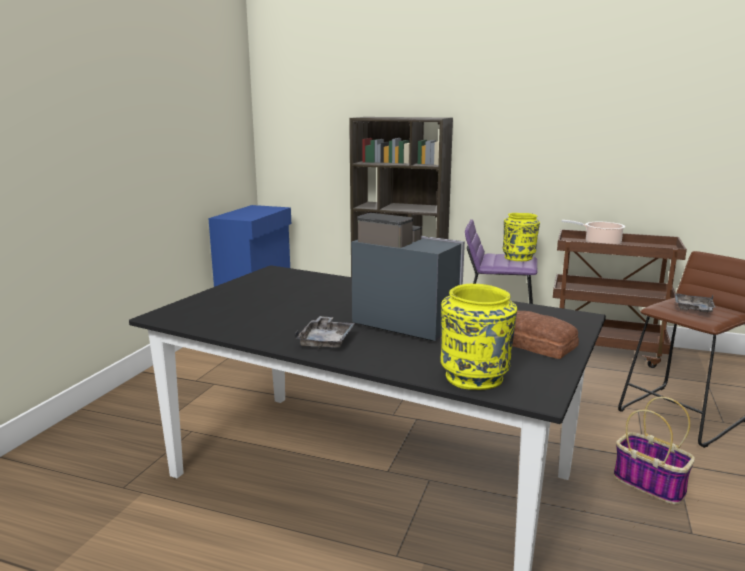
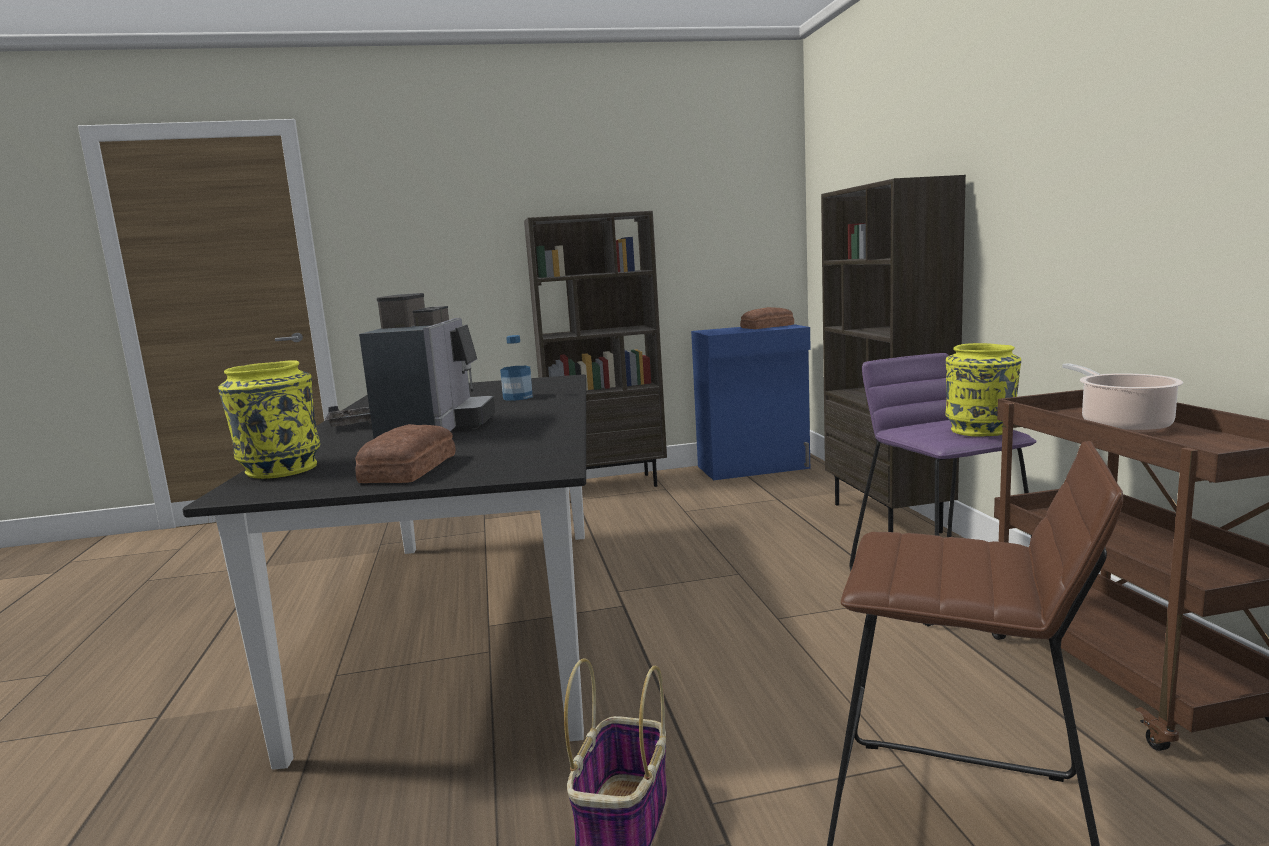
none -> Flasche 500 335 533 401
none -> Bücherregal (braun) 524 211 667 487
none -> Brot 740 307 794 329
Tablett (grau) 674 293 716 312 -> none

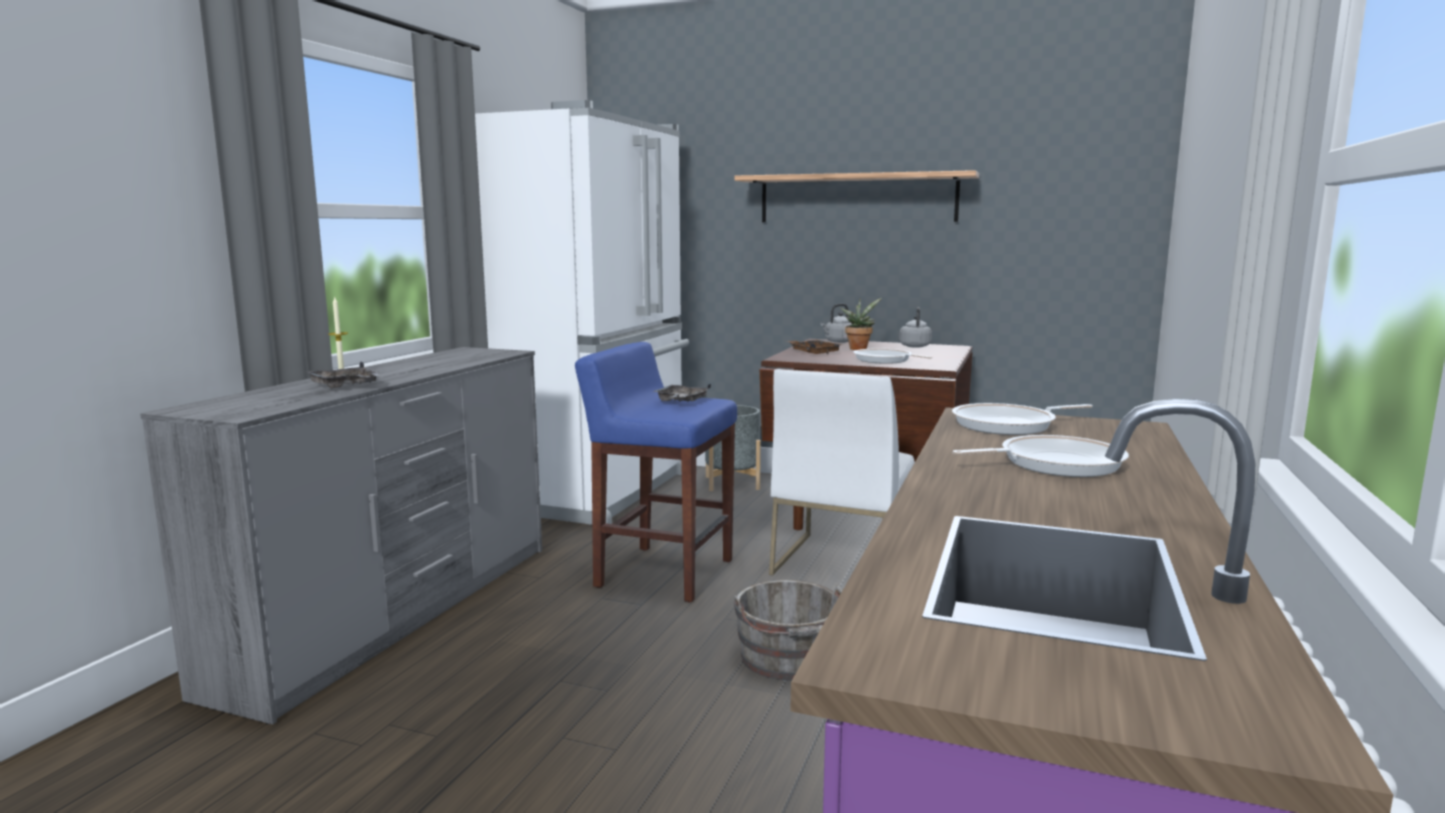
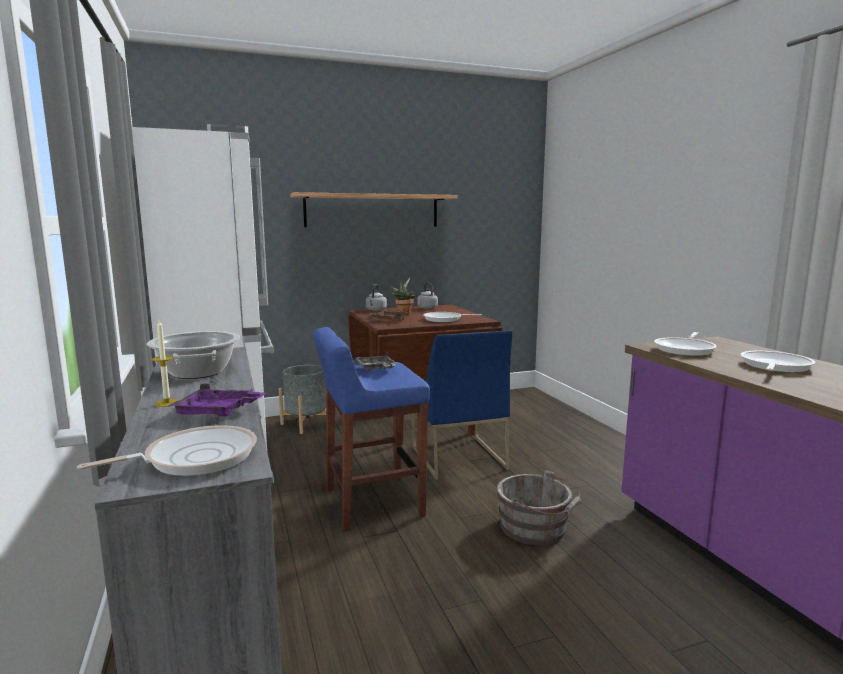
none -> Pfanne 77 425 257 476
none -> Kochtopf 147 331 240 379
Tablett (grau) 307 362 380 388 -> Tablett (lila) 168 383 266 417
Stuhl (weiß) 769 369 915 575 -> Stuhl (blau) 412 330 512 480

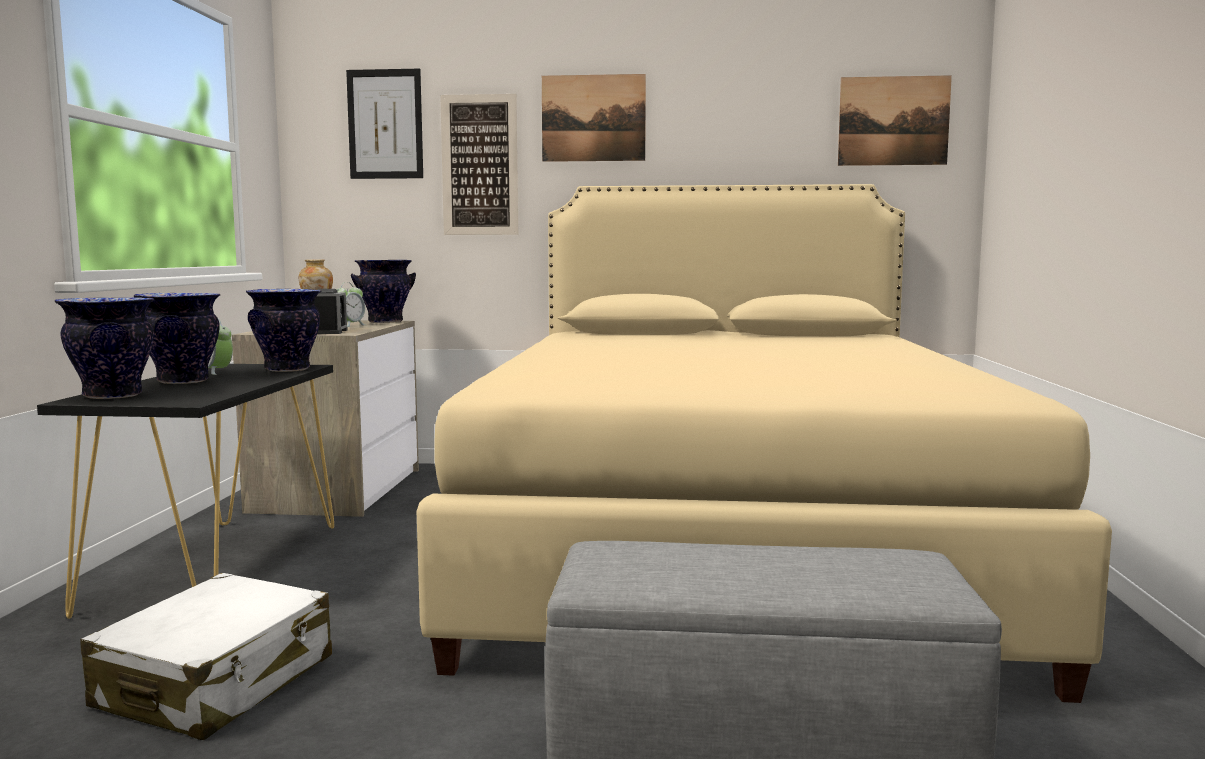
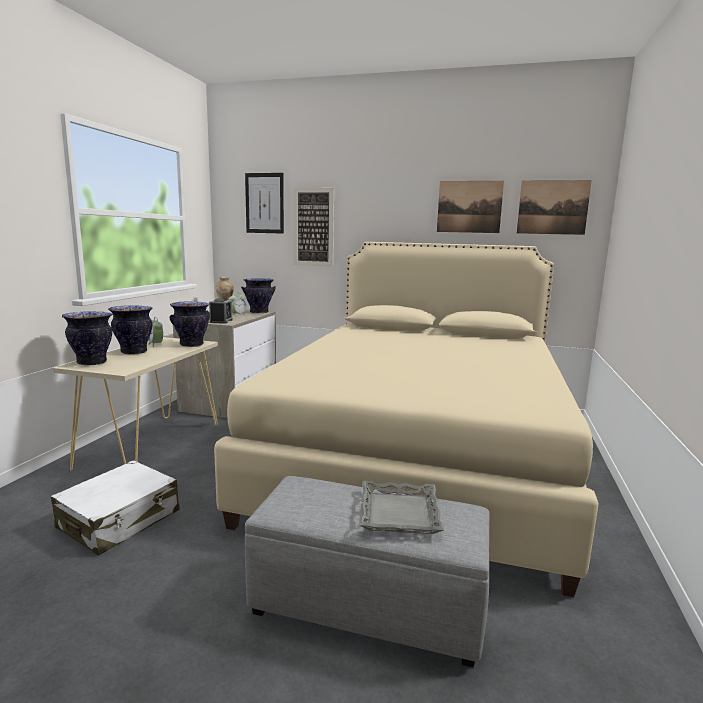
Konsolentisch (schwarz) 37 364 334 619 -> Konsolentisch (beige) 53 337 218 471
none -> Tablett (grau) 359 481 444 534
Bild 542 74 646 162 -> Bild 437 181 504 233, relocated

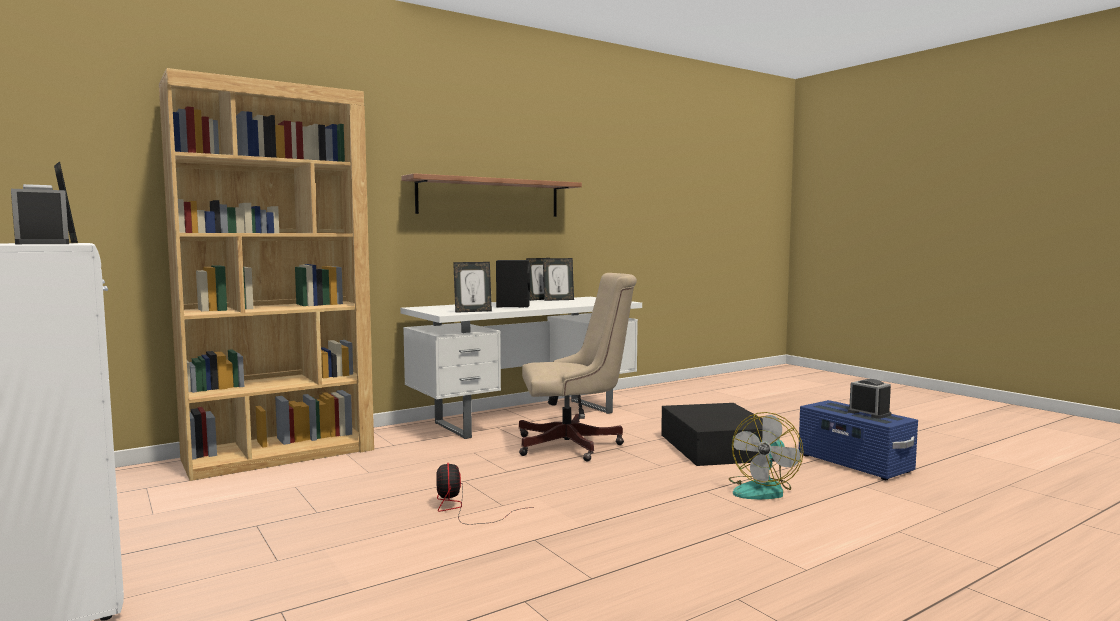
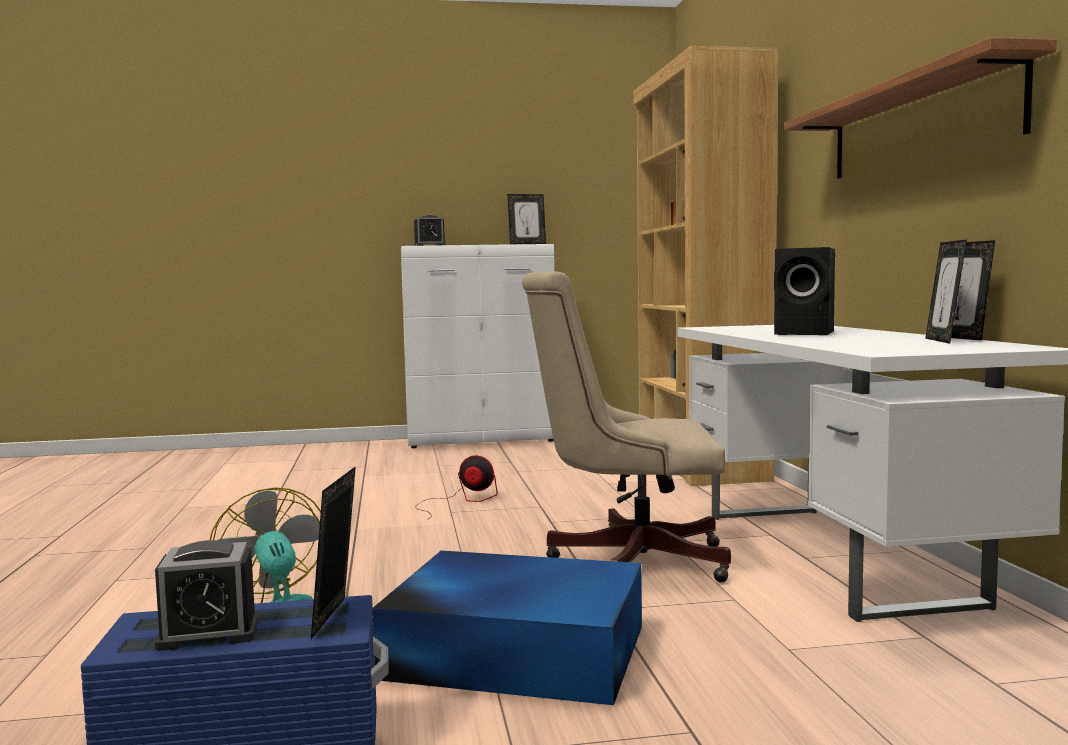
Bilderrahmen 453 262 492 313 -> Bilderrahmen 311 466 356 639, relocated
Aufbewahrungsbox (schwarz) 661 403 774 466 -> Aufbewahrungsbox (blau) 373 551 642 705
Bürostuhl (beige) 519 273 637 462 -> Bürostuhl (beige) 522 271 731 583, 75 degrees clockwise

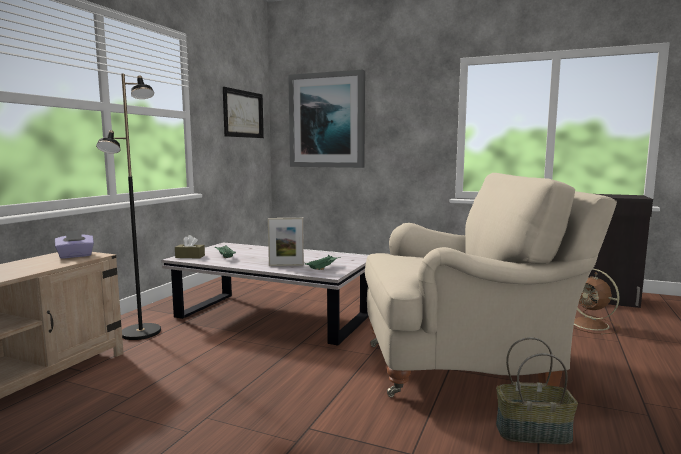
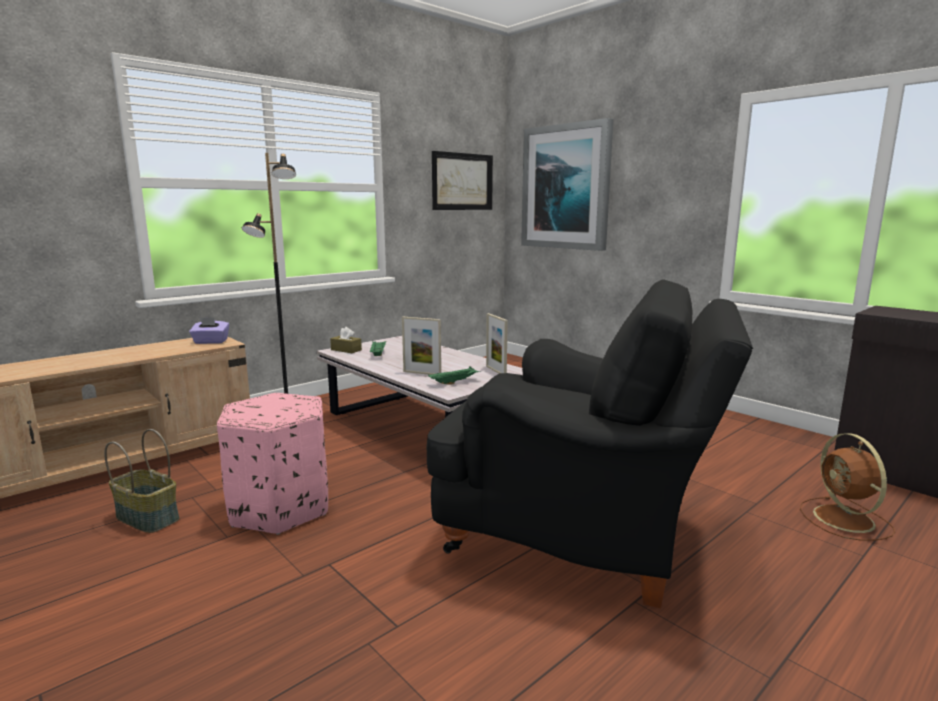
Korb 496 337 578 444 -> Korb 104 429 179 533, relocated
none -> Polsterhocker (rosa) 217 393 328 535
Sessel (beige) 365 173 617 397 -> Sessel (schwarz) 427 279 753 608
none -> Bilderrahmen 486 313 508 374

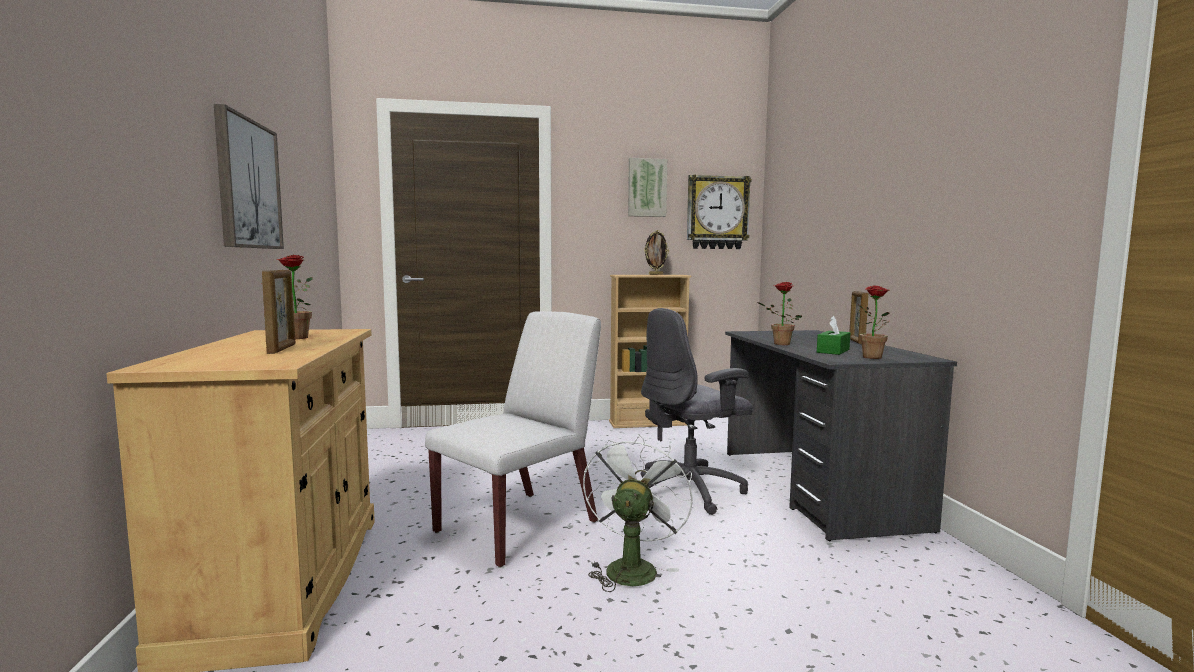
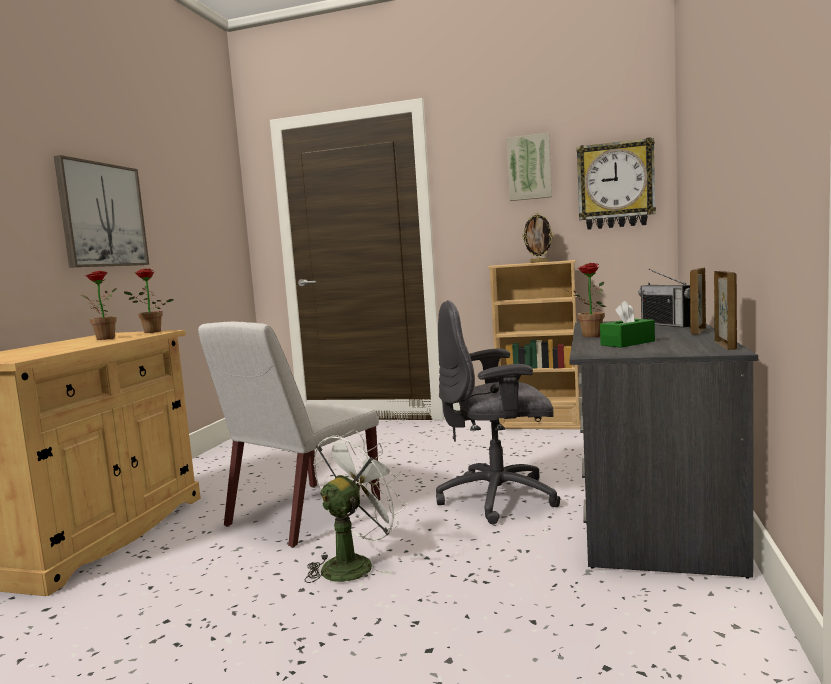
Topfpflanze 858 285 889 359 -> Topfpflanze 124 268 174 333, relocated
Stuhl (weiß) 425 311 601 568 -> Stuhl (weiß) 198 322 380 548, 150 degrees clockwise
none -> Radio 639 269 690 327
Bilderrahmen 262 270 295 354 -> Bilderrahmen 714 271 737 350, relocated

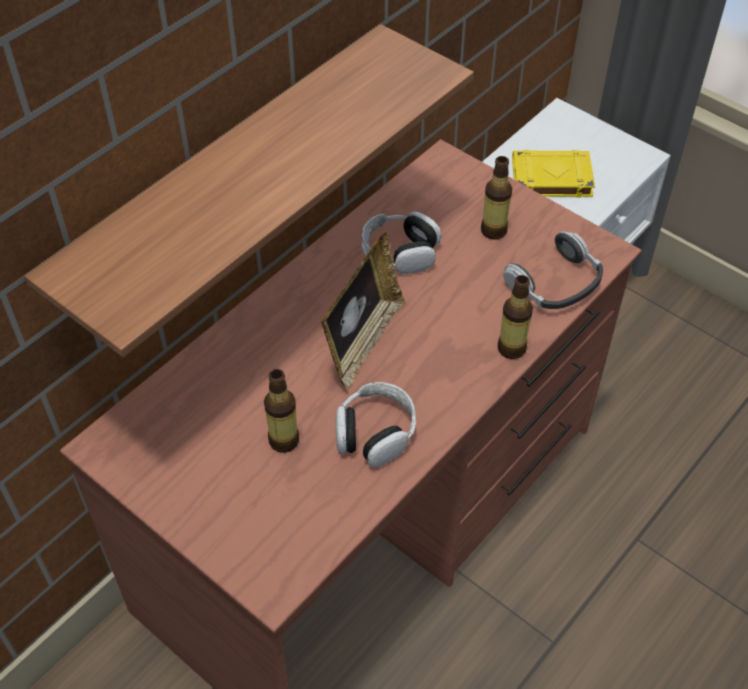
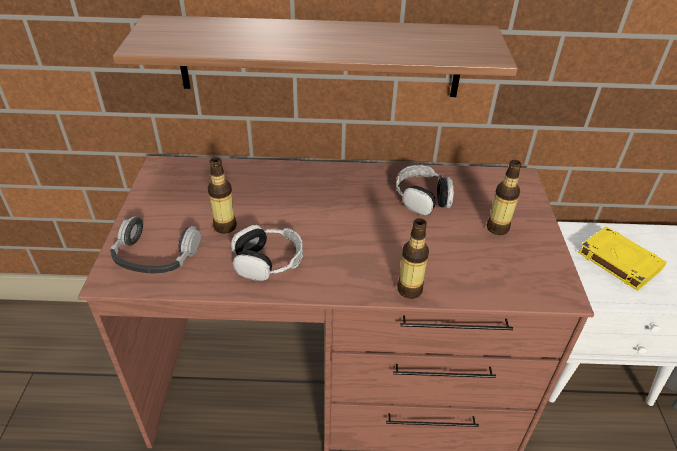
Kopfhörer 503 231 603 309 -> Kopfhörer 110 217 201 273, relocated
Bilderrahmen 321 232 406 391 -> none

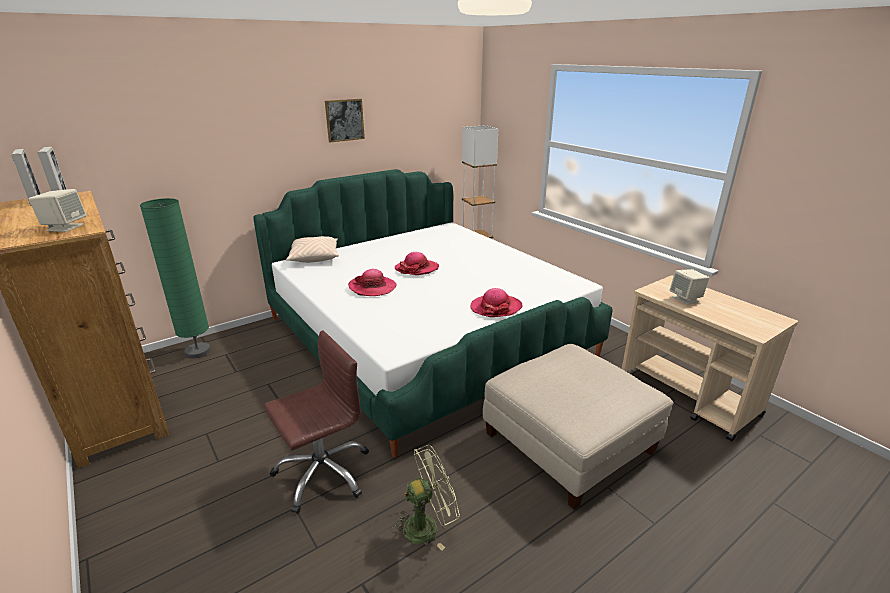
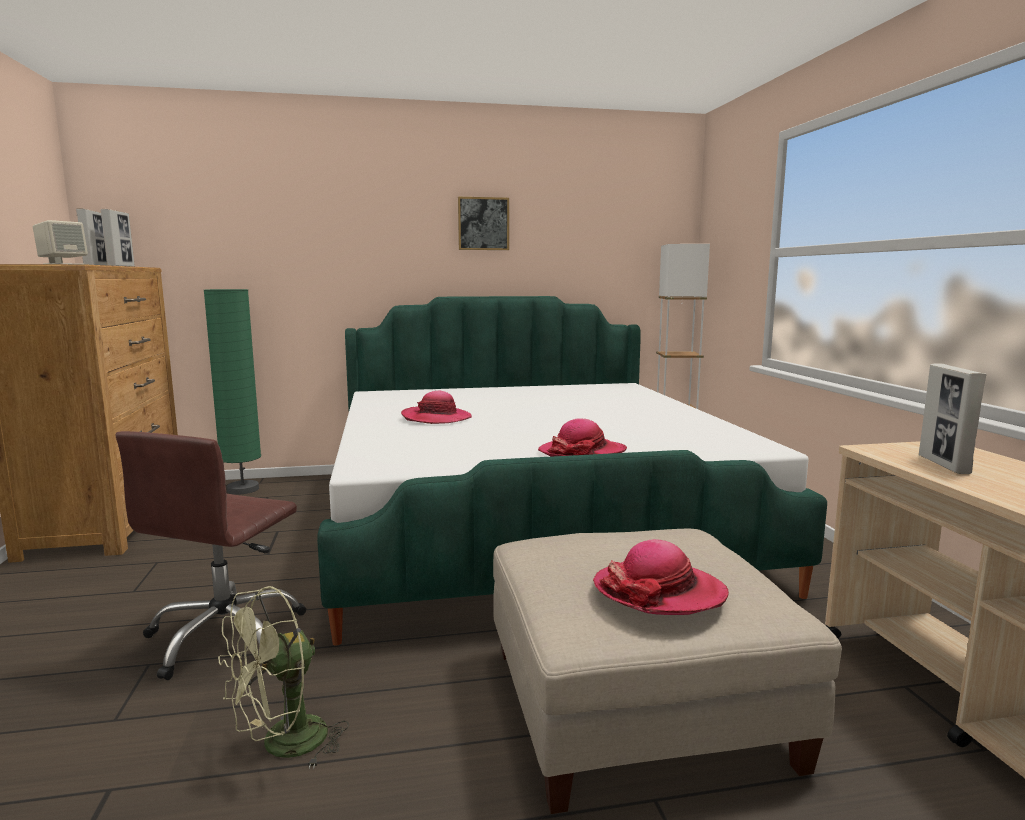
Bürostuhl (braun) 264 330 369 514 -> Bürostuhl (braun) 116 431 306 680, 120 degrees clockwise
Ventilator (grün) 391 445 460 550 -> Ventilator (grün) 218 586 349 770, 135 degrees clockwise
Hut 395 252 439 275 -> Hut 593 539 729 615, relocated
Lautsprecher (beige) 670 269 709 305 -> Bilderrahmen 919 363 986 474
Kissen (beige) 286 236 339 263 -> none

